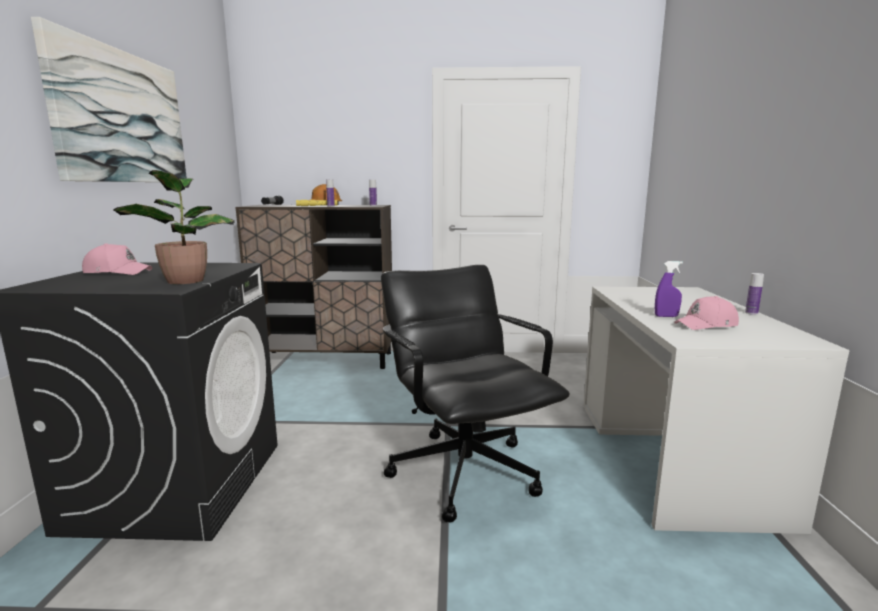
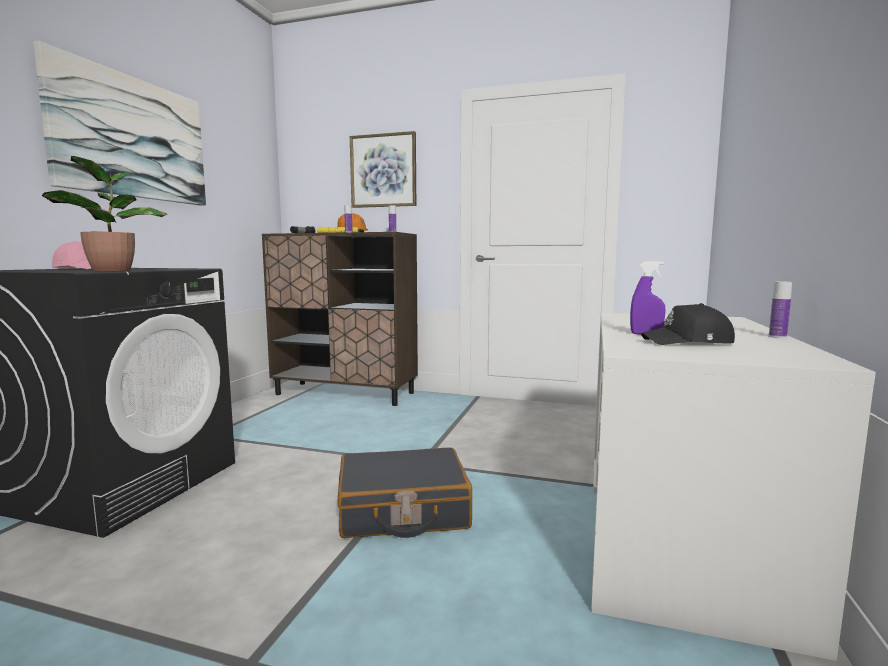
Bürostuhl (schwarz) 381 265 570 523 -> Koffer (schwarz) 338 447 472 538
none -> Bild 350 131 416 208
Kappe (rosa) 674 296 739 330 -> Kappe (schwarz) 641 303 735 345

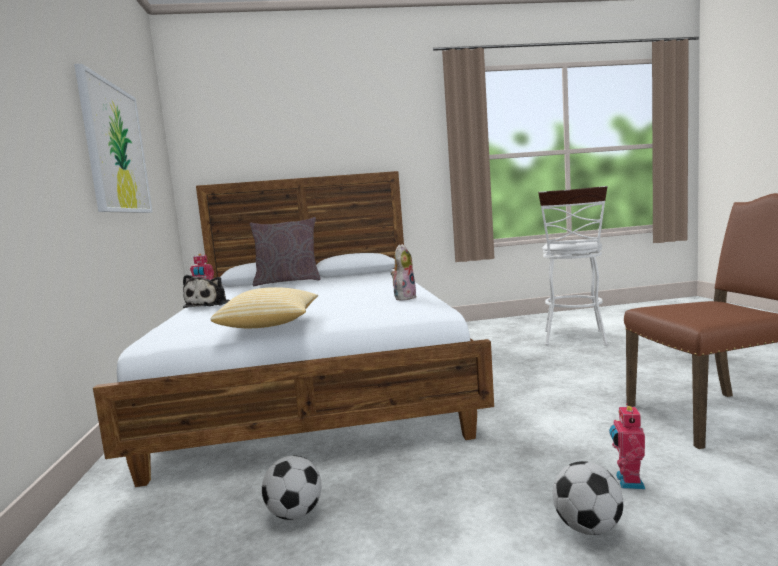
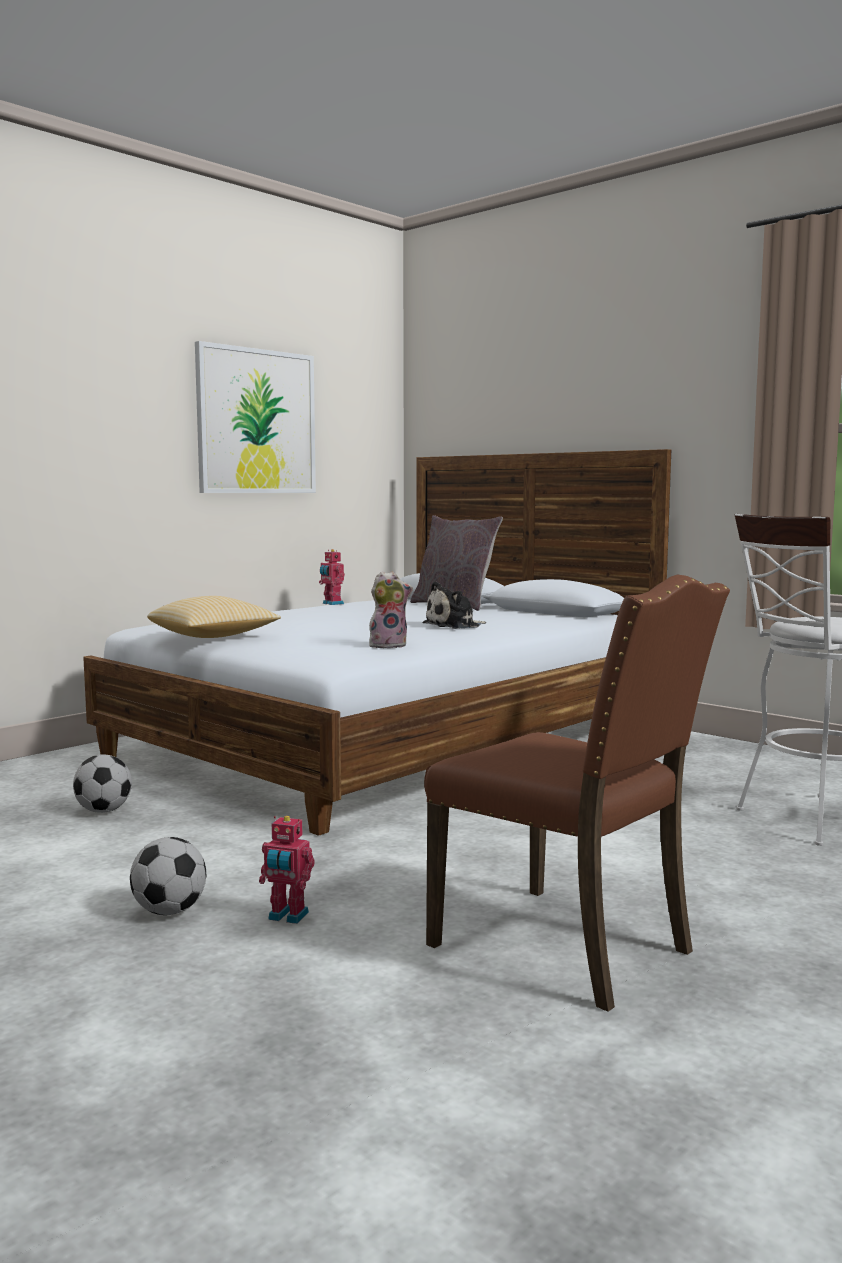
Spielzeugroboter 609 404 645 489 -> Spielzeugroboter 259 816 315 924, 135 degrees counterclockwise
Plüschtier 183 275 230 308 -> Plüschtier 423 581 486 629, relocated

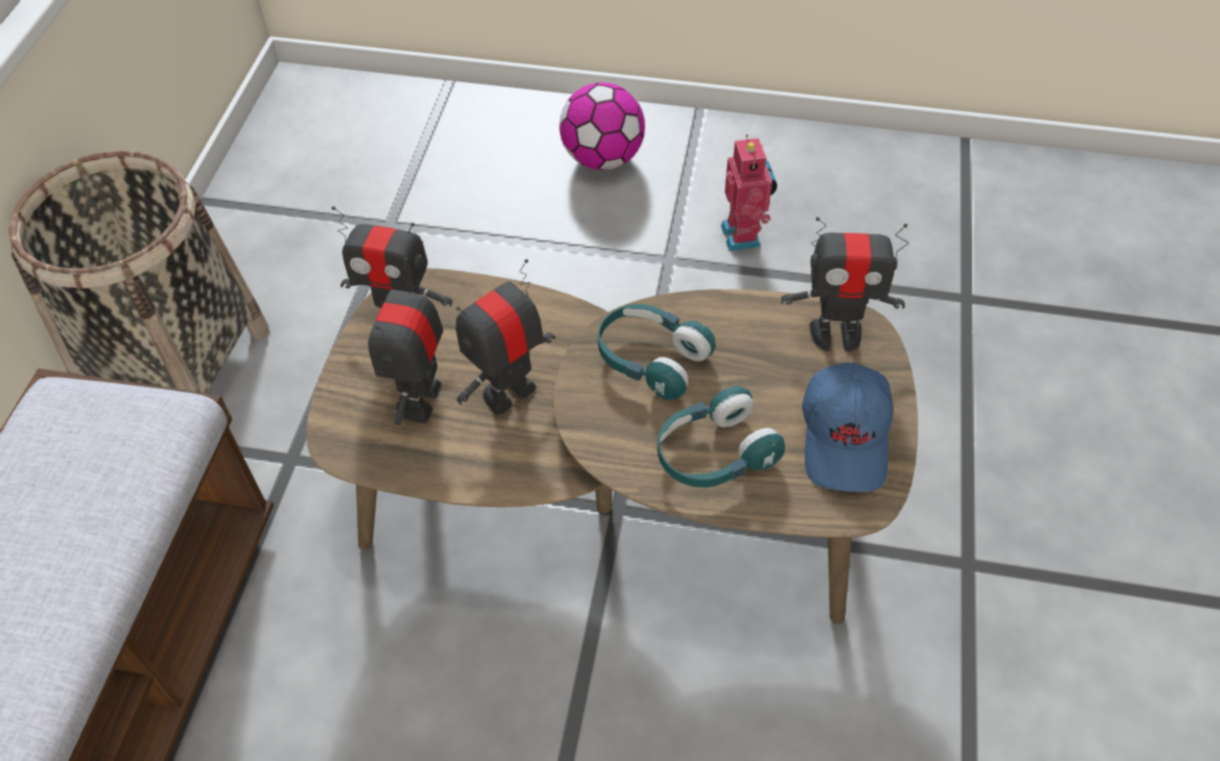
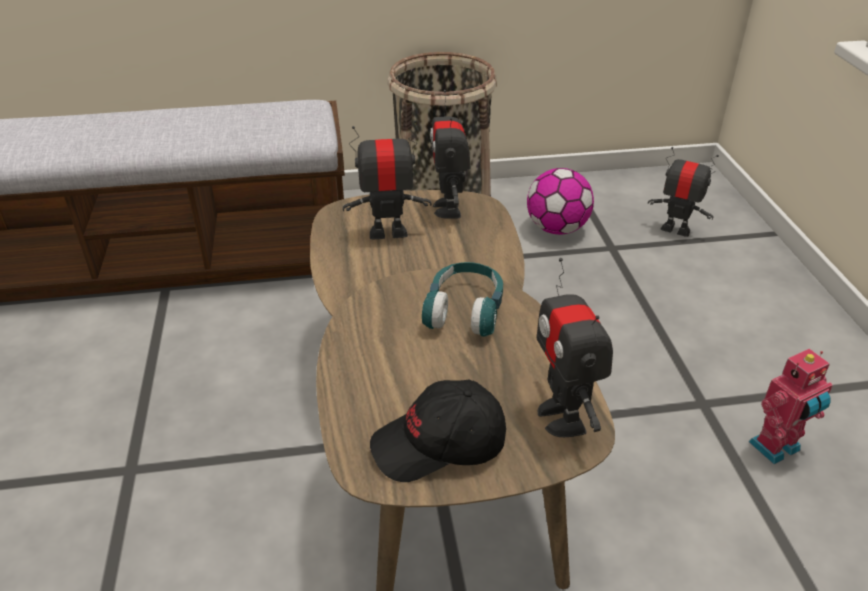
Kappe (blau) 802 362 893 492 -> Kappe (schwarz) 370 379 506 482
Fußball 559 82 645 170 -> Fußball 527 168 594 235, relocated
Spielzeugroboter 455 259 555 415 -> Spielzeugroboter 648 147 719 237, relocated
Kopfhörer (türkis) 657 386 785 487 -> none

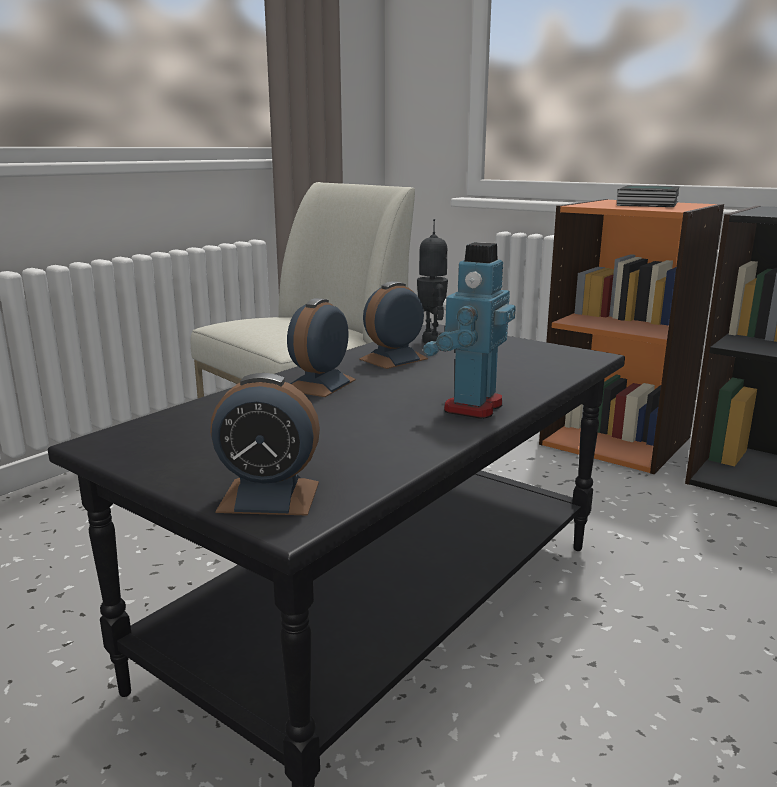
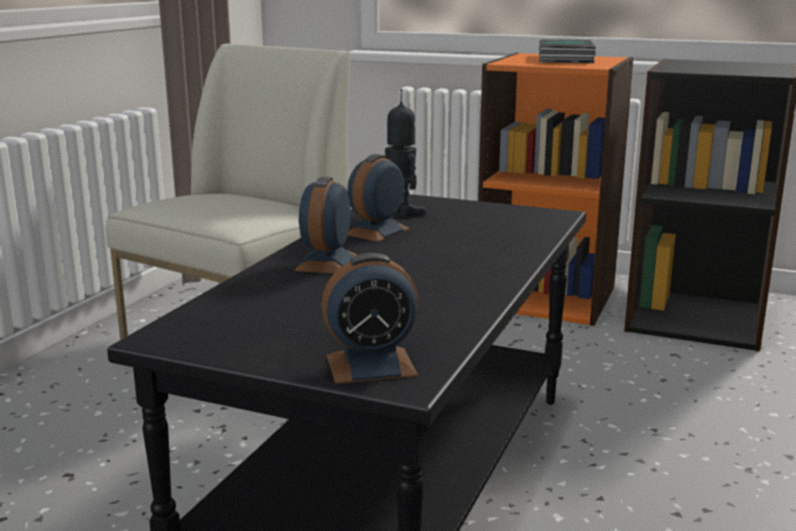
Spielzeugroboter 423 242 516 419 -> none

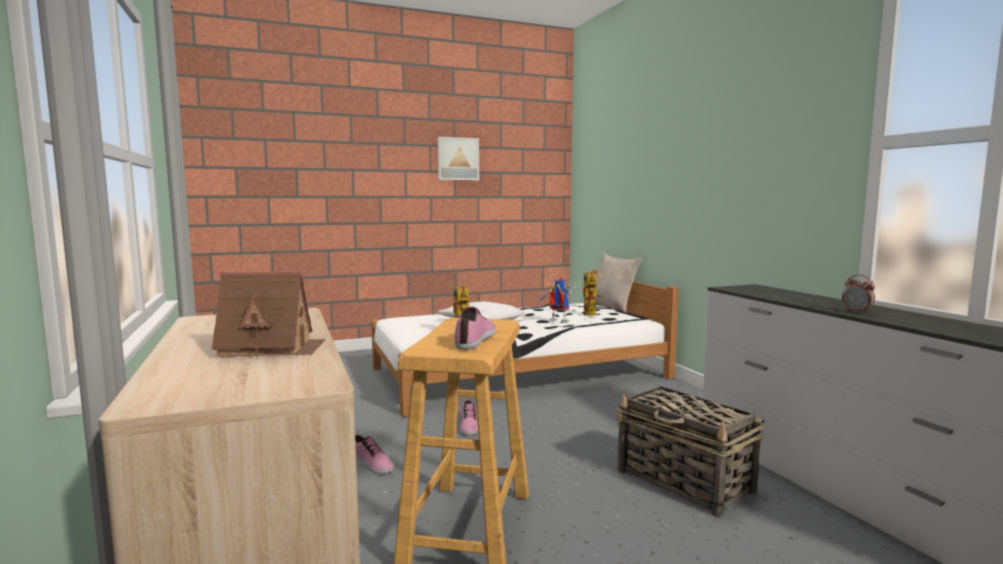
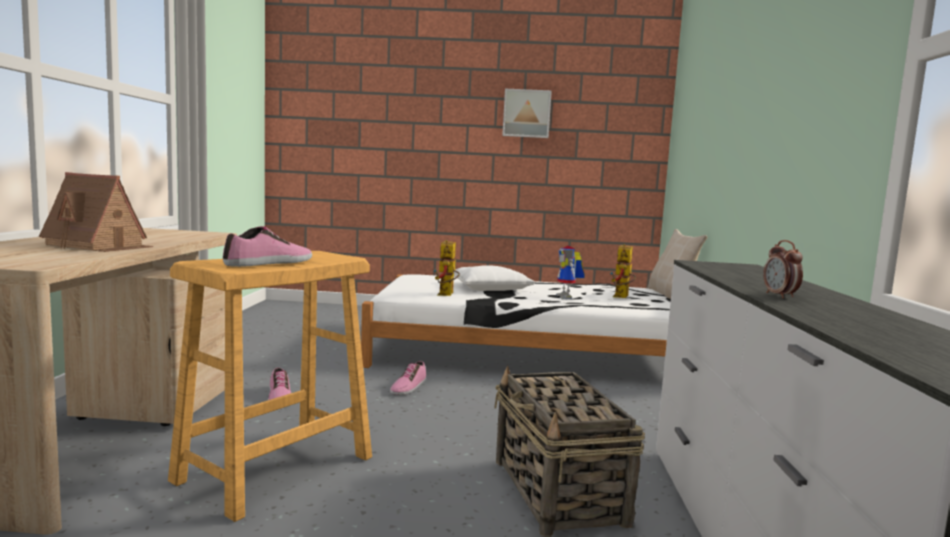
Spielzeugroboter 538 278 580 322 -> Spielzeugroboter 556 246 585 299, 150 degrees counterclockwise

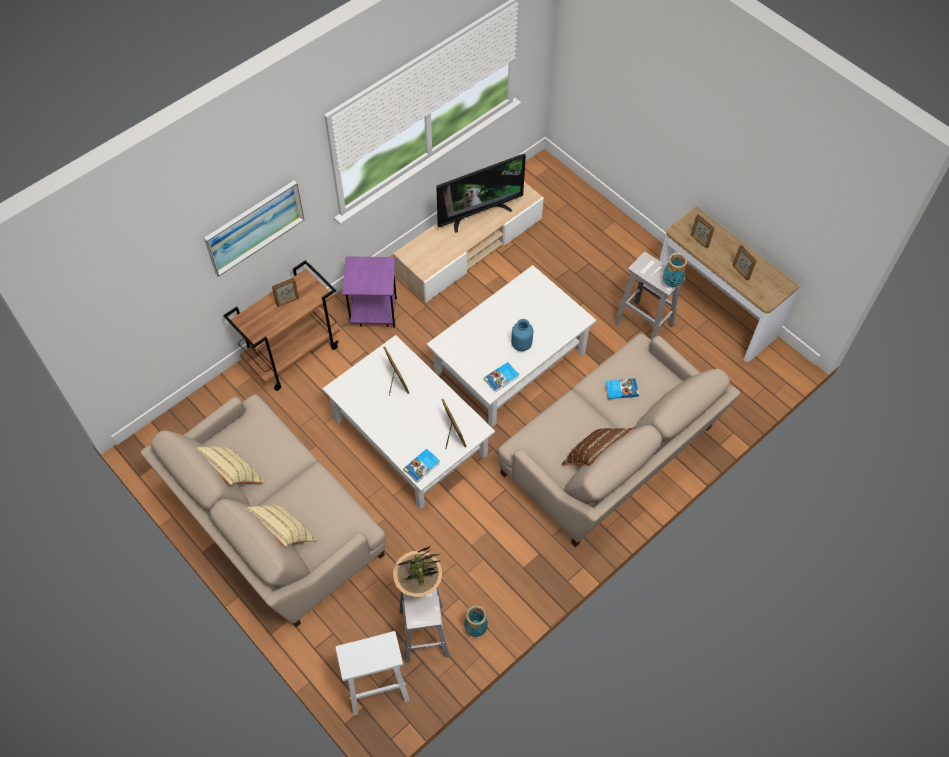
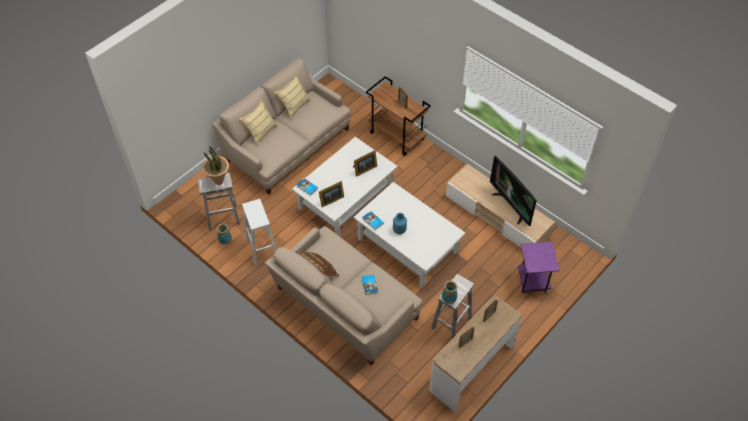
Hocker (weiß) 336 631 410 716 -> Hocker (weiß) 242 199 277 264, relocated
Beistelltisch (lila) 342 256 397 327 -> Beistelltisch (lila) 518 242 559 293, relocated
Bild 204 180 304 277 -> none

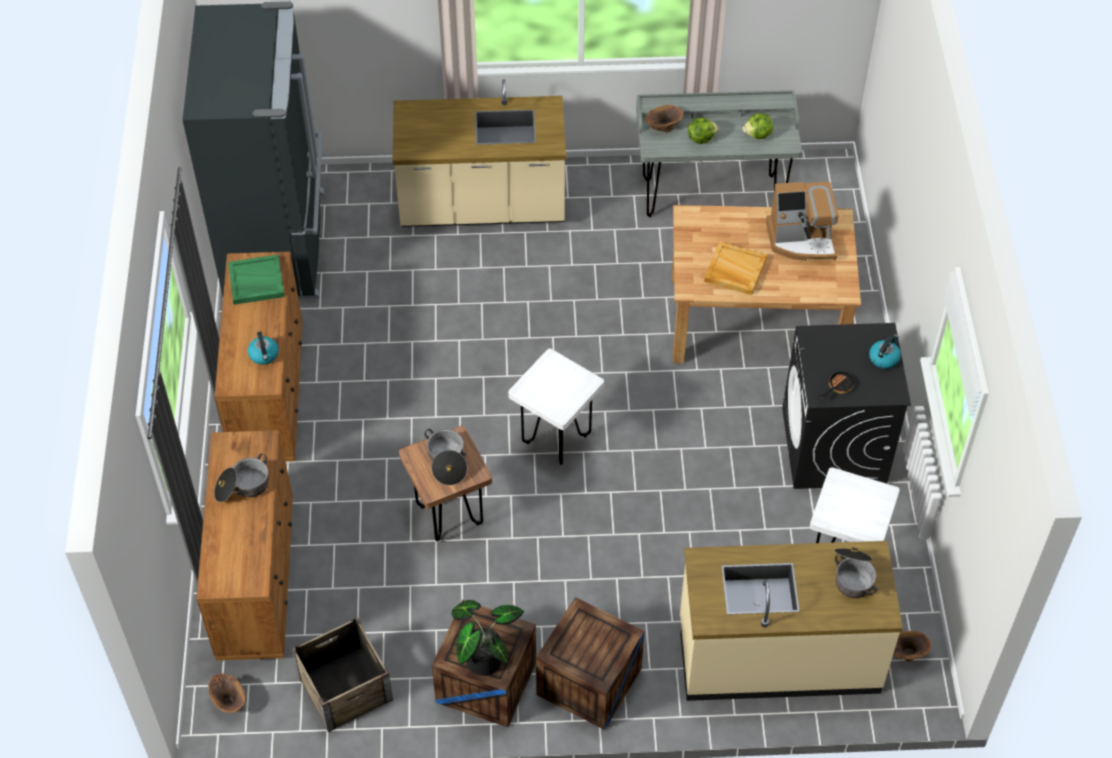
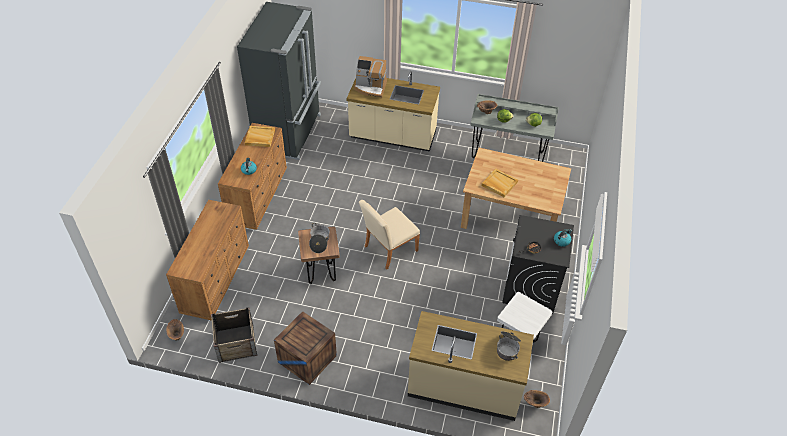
Tablett (grün) 228 255 285 305 -> Tablett (beige) 245 126 275 147
Kaffeemaschine 766 181 838 261 -> Kaffeemaschine 354 56 387 99, relocated
Hocker (weiß) 508 348 604 465 -> Stuhl (beige) 359 200 420 270
Kochtopf 214 454 269 502 -> none
Topfpflanze 451 600 524 676 -> none
Kiste 536 597 645 730 -> none

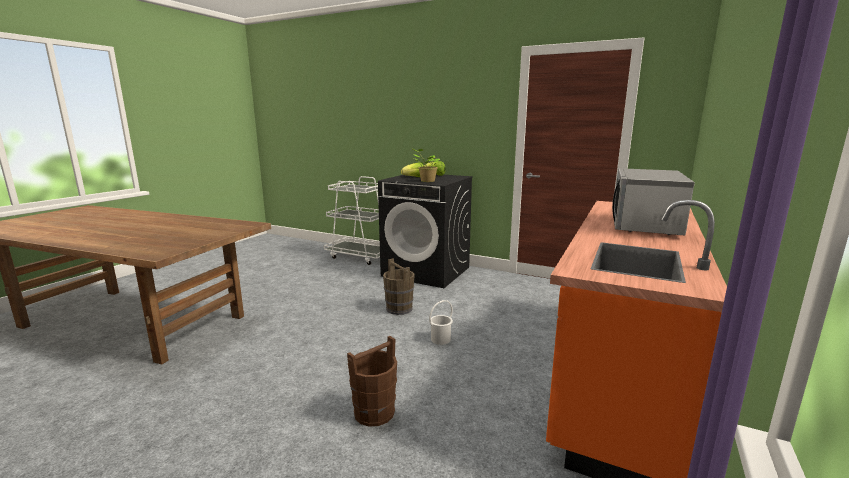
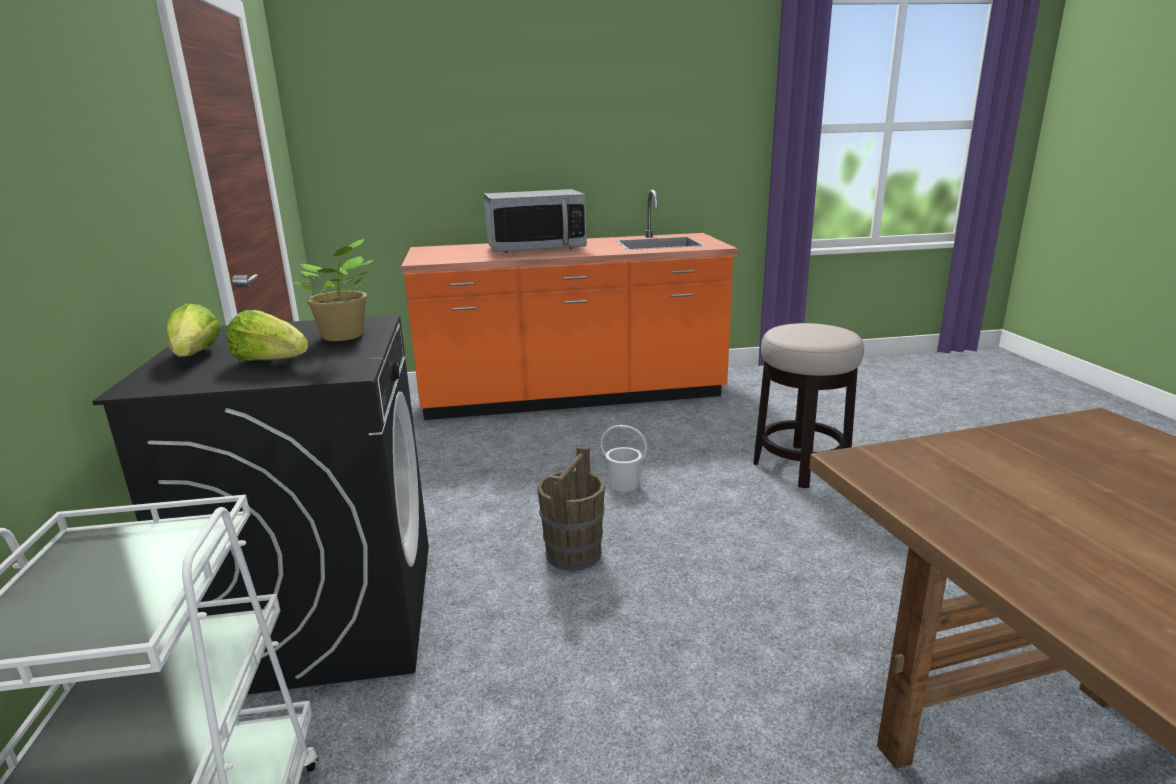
Eimer (braun) 347 336 397 426 -> Hocker 754 323 864 488

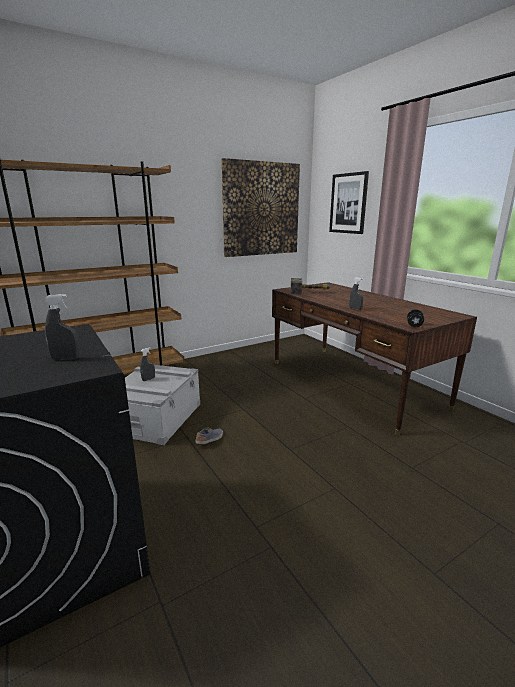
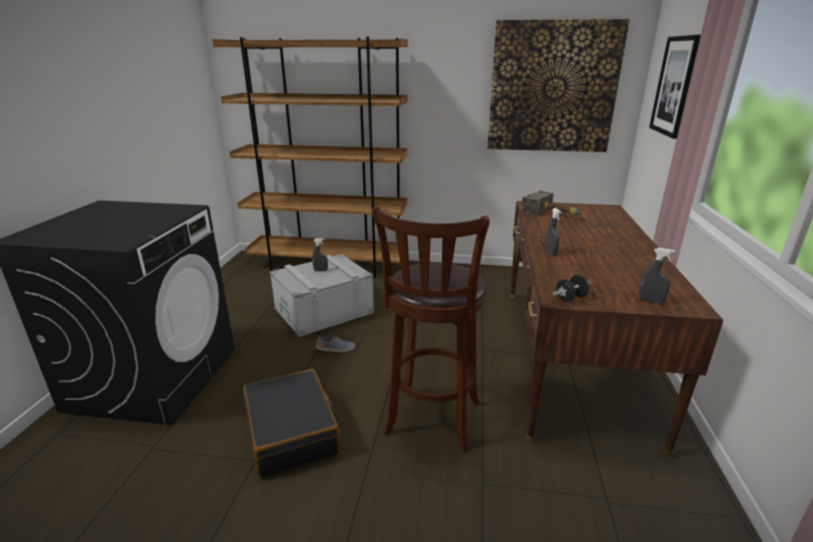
none -> Koffer (schwarz) 243 369 340 478
none -> Hocker (braun) 372 206 489 452
Sprühflasche (grau) 44 294 80 361 -> Sprühflasche (grau) 639 248 675 304, relocated

